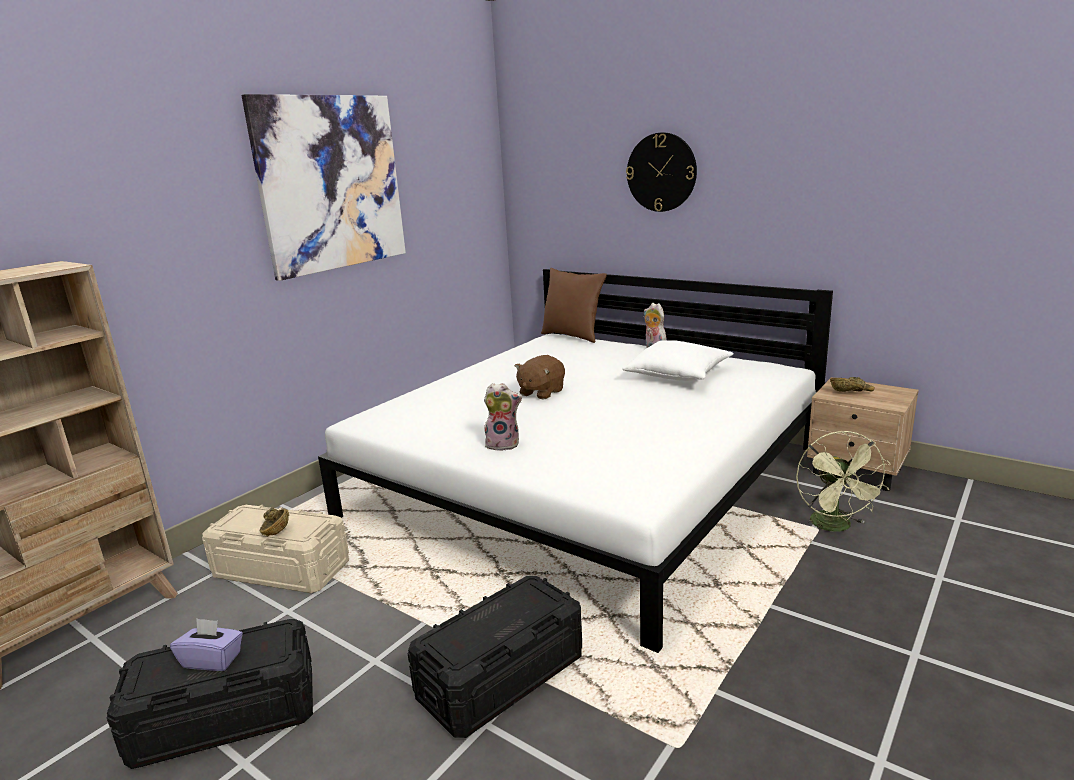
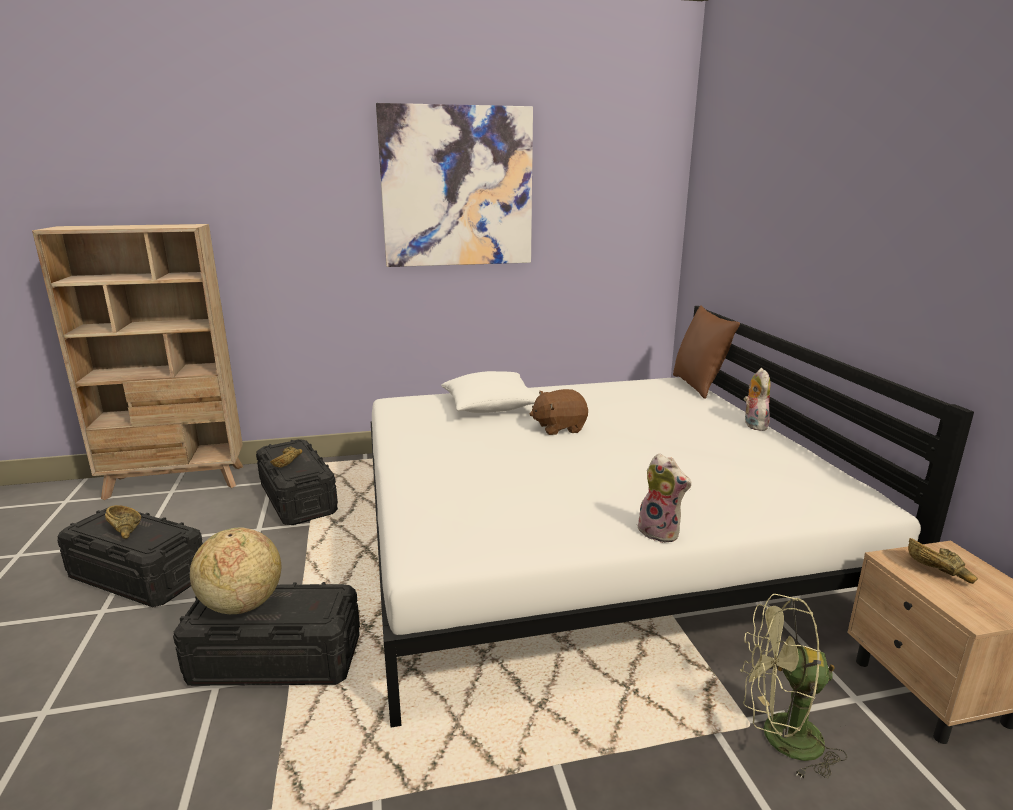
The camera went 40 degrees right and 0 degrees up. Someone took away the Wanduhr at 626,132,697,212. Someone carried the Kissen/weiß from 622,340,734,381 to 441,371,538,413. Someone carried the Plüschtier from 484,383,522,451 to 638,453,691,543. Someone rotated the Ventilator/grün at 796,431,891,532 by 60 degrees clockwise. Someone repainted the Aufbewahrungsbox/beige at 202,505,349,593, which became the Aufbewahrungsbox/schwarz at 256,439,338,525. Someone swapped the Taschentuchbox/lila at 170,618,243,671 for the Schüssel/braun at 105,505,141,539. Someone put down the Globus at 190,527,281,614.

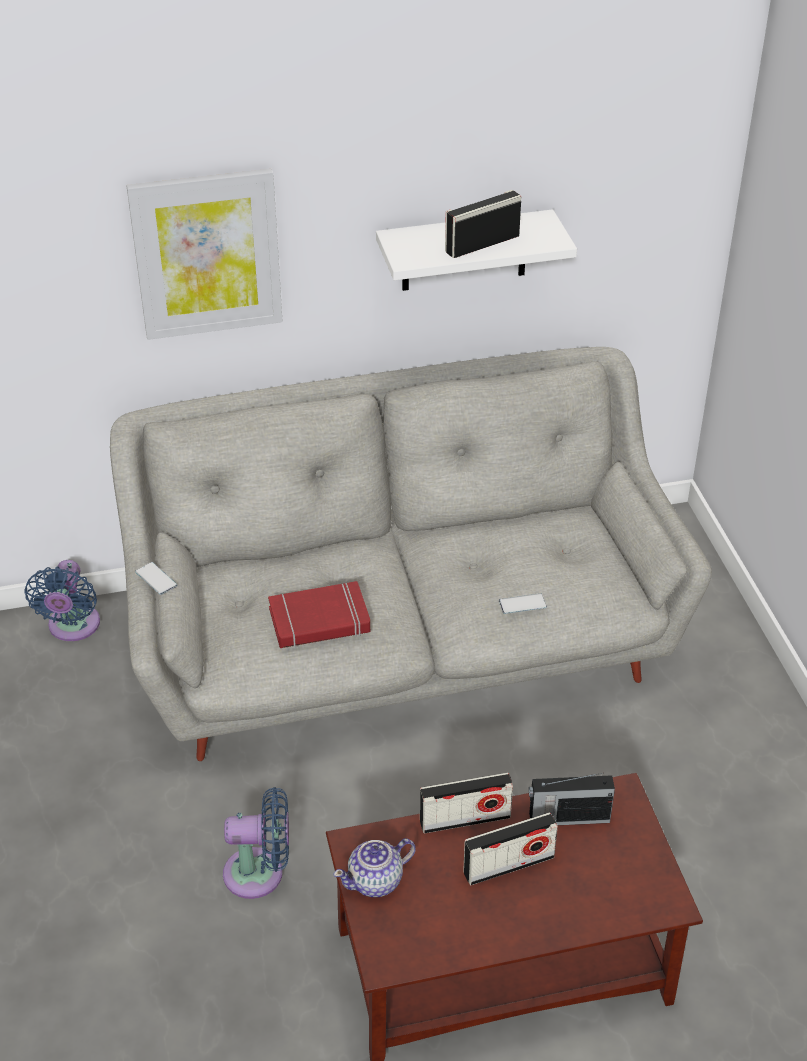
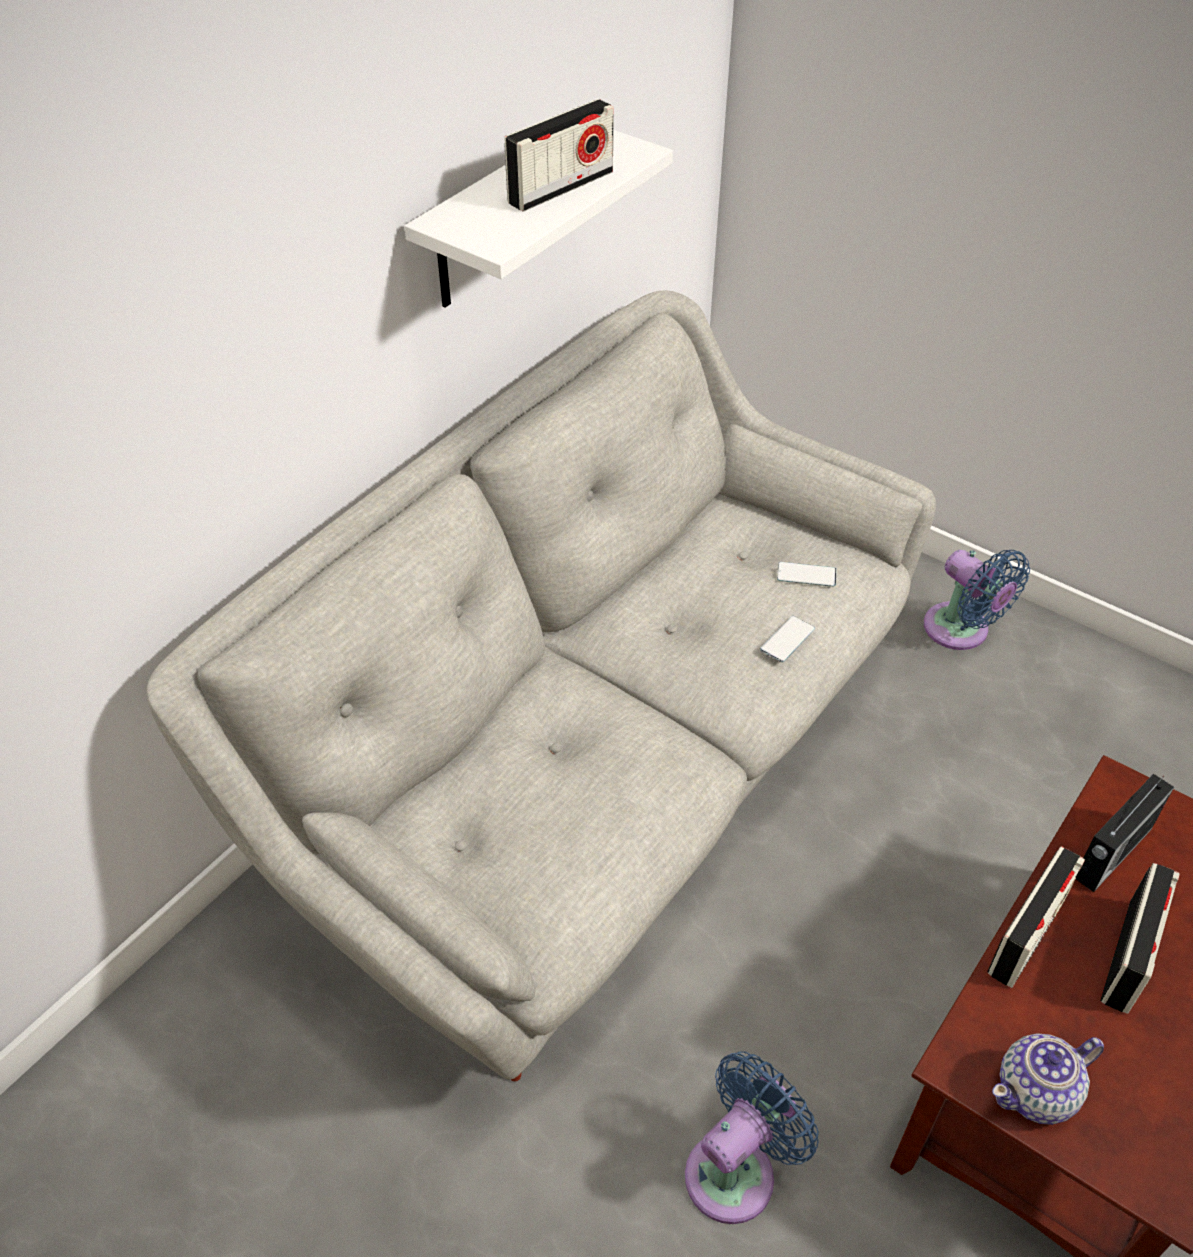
The camera went 40 degrees left and 5 degrees up. Someone took away the Bild at 127,169,283,340. Someone rotated the Radio at 445,190,521,258 by 150 degrees counterclockwise. Someone carried the Ventilator/blau from 24,560,100,641 to 924,550,1030,650. Someone carried the Handy from 135,562,177,595 to 777,562,837,587. Someone took away the Buch/rot at 268,581,370,648. Someone rotated the Teekanne at 333,838,416,897 by 45 degrees clockwise.

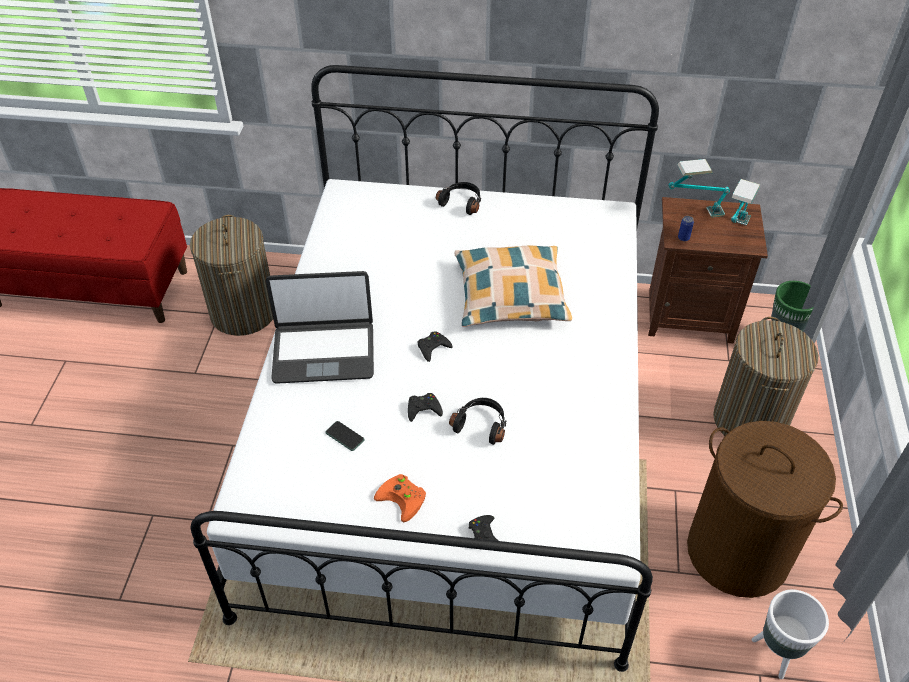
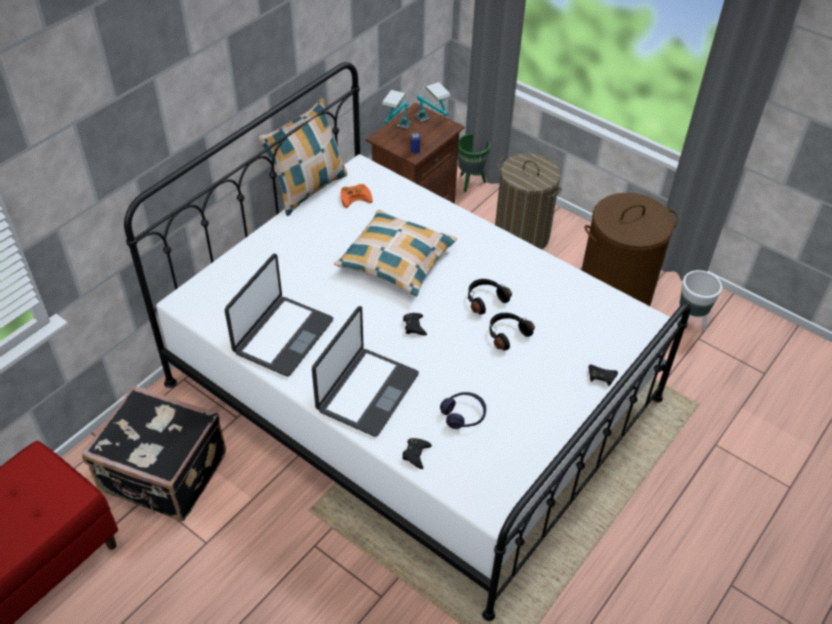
The camera went 60 degrees left and 0 degrees up. Someone carried the Kopfhörer/schwarz from 436,182,482,215 to 468,279,512,315. Someone swapped the Wäschekorb at 190,215,273,336 for the Koffer/schwarz at 82,385,226,521. Someone carried the Gamepad/schwarz from 408,393,443,422 to 402,438,432,469. Someone swapped the Handy at 325,421,364,451 for the Kopfhörer/lila at 440,392,486,429. Someone carried the Gamepad/orange from 374,474,426,522 to 341,184,373,208. Someone put down the Kissen at 258,98,347,216. Someone put down the Laptop at 225,254,333,376.

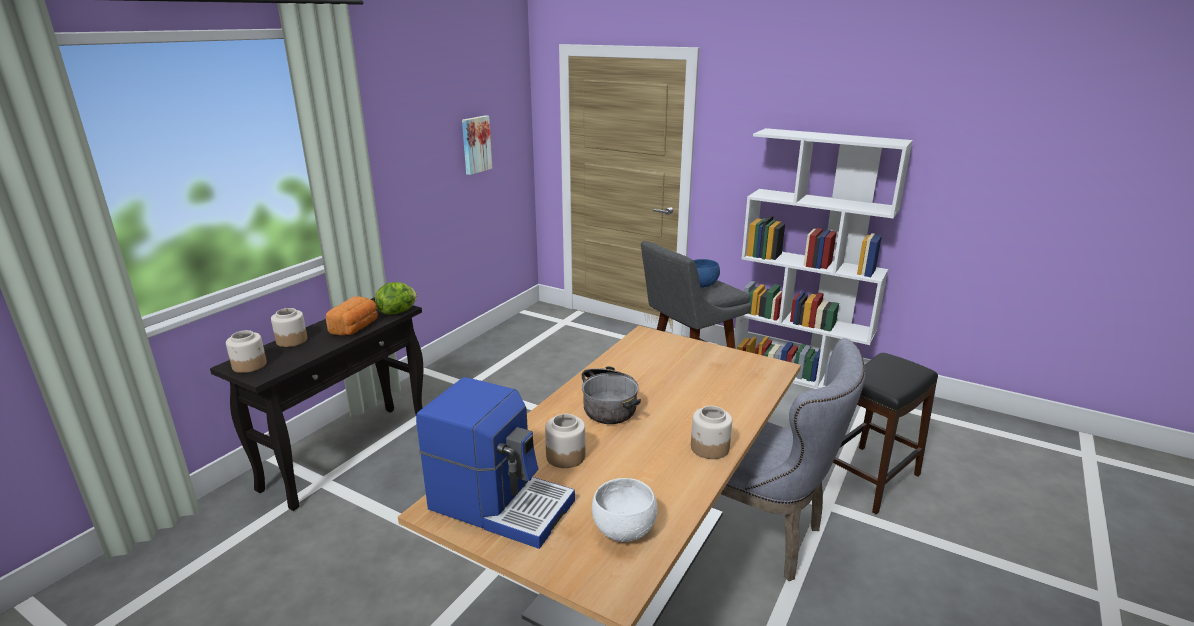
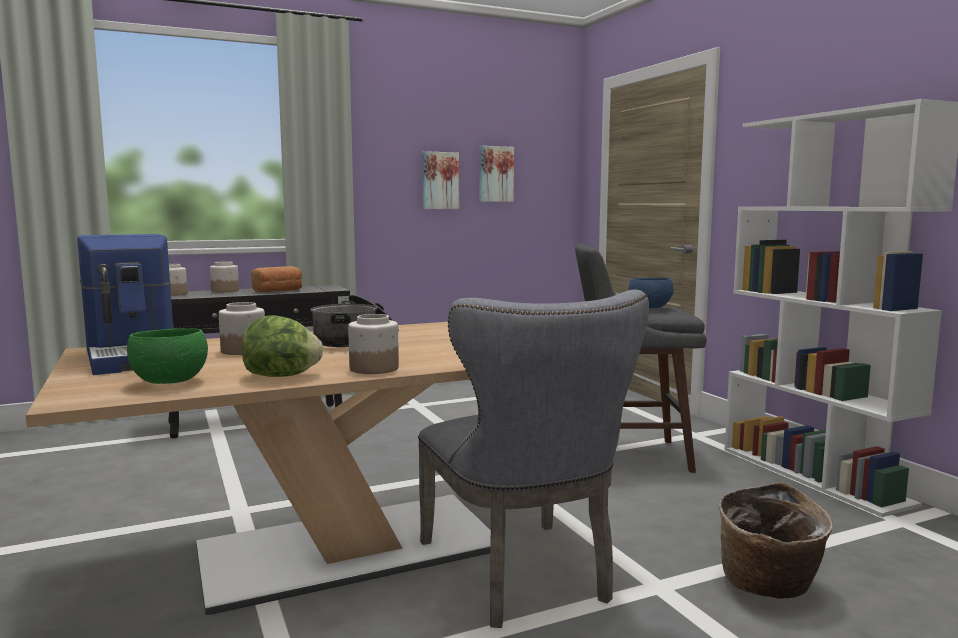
The camera went 35 degrees right and 15 degrees down. Someone carried the Salatkopf from 375,282,417,314 to 242,315,323,377. Someone swapped the Hocker/schwarz at 833,353,938,515 for the Korb at 719,482,833,599. Someone repainted the Schüssel/weiß at 592,478,657,542, which became the Schüssel/grün at 127,328,208,384. Someone put up the Bild at 422,151,459,209.

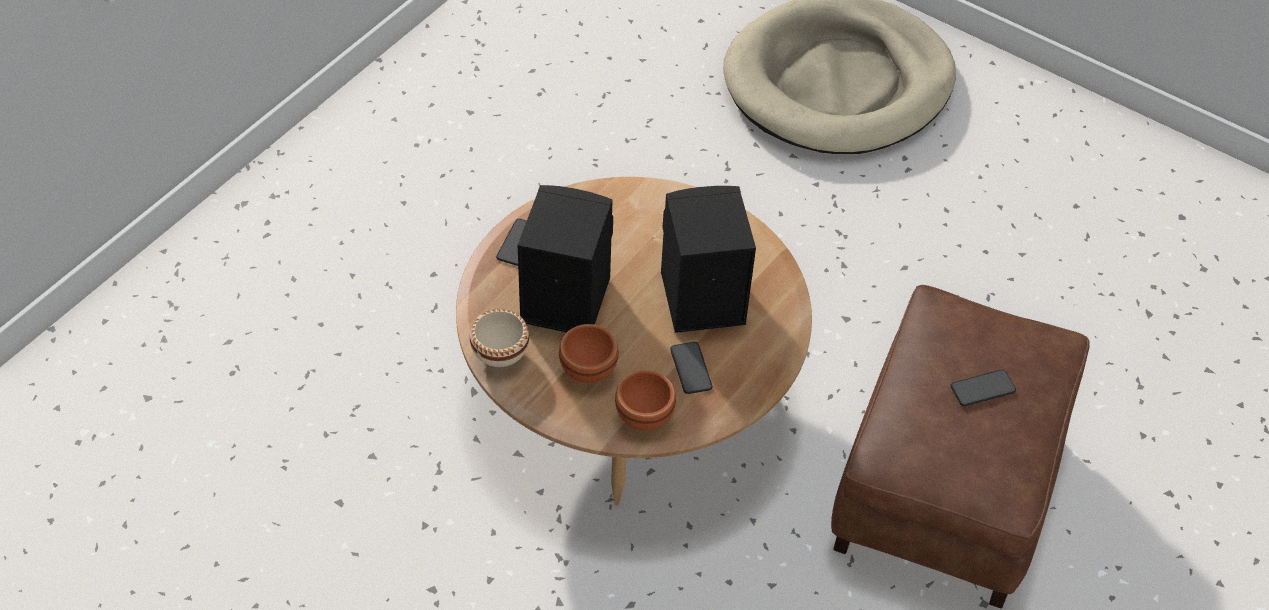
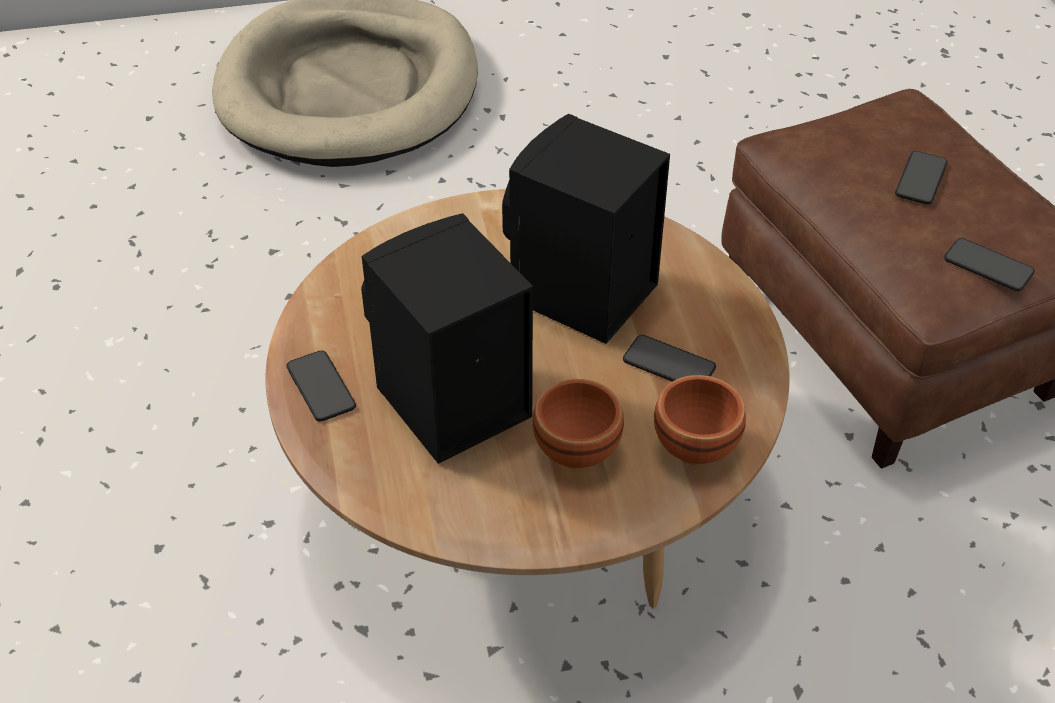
The camera went 45 degrees left and 5 degrees down. Someone took away the Schüssel/beige at 470,309,529,367. Someone put down the Handy at 944,238,1034,291.

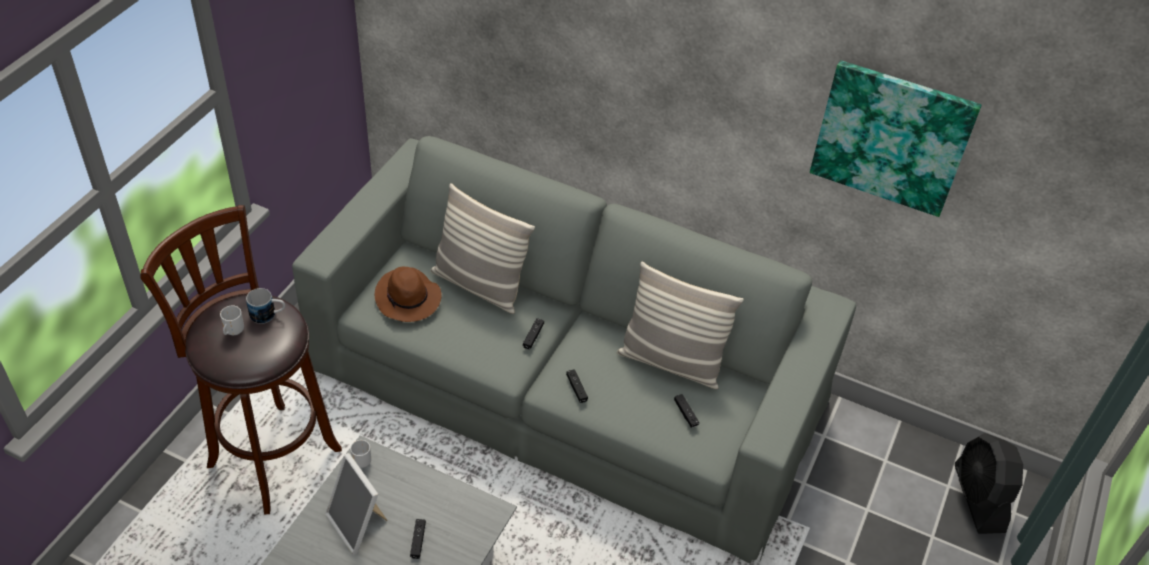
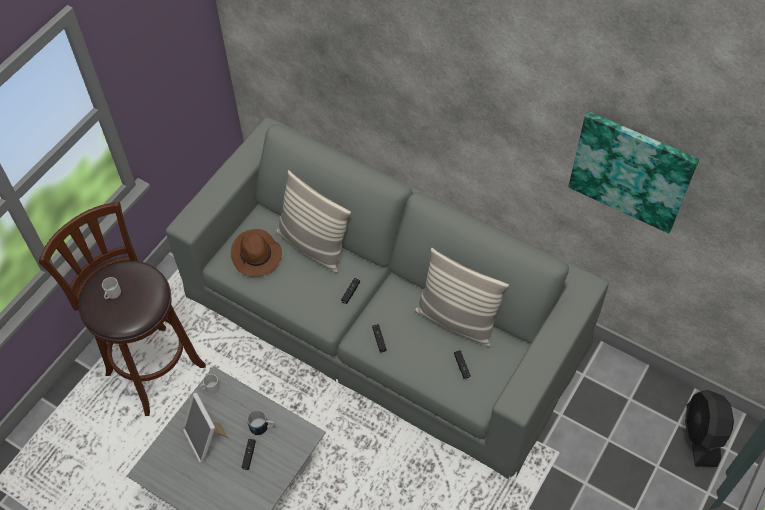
The camera went 10 degrees right and 10 degrees up. Someone carried the Henkelbecher from 246,288,285,324 to 247,410,276,435.

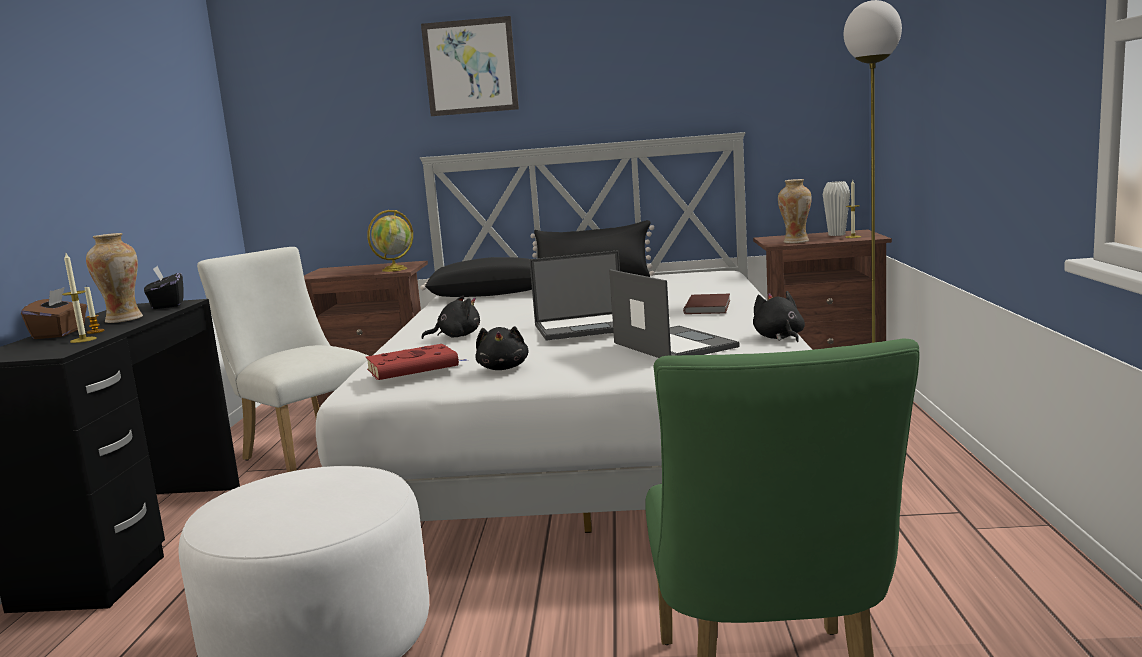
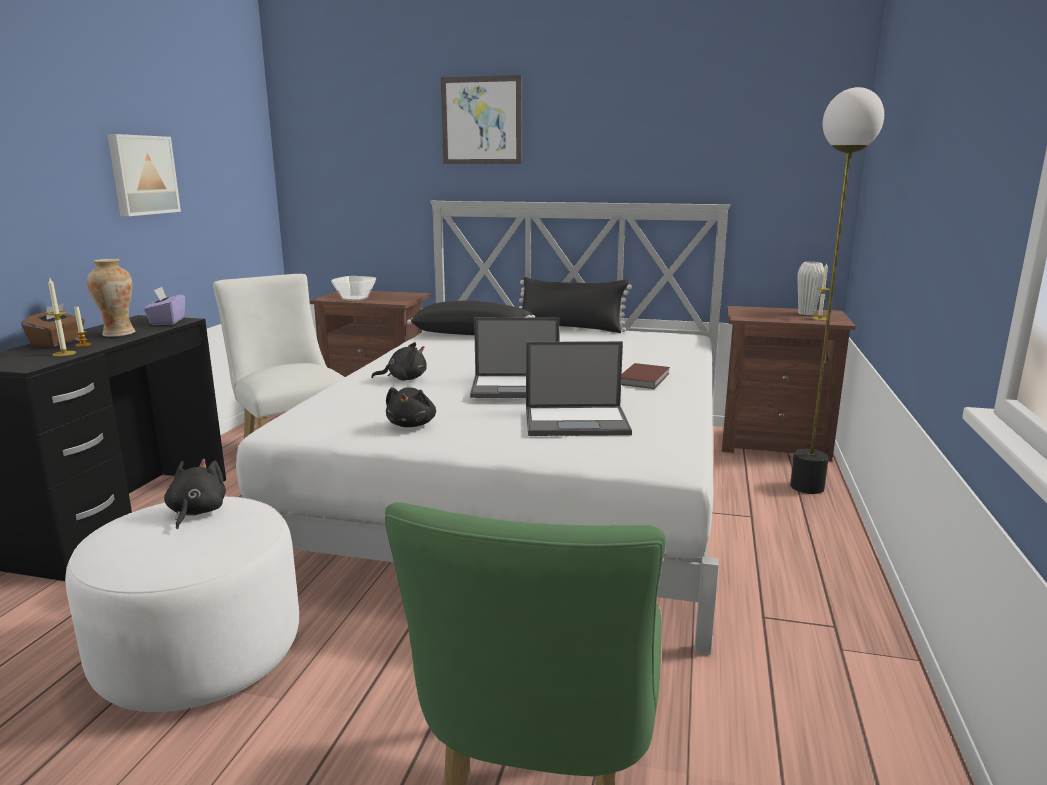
The camera went 10 degrees right and 5 degrees up. Someone took away the Vase at 778,179,812,243. Someone took away the Globus at 367,210,413,272. Someone repainted the Taschentuchbox/schwarz at 144,266,183,309, which became the Taschentuchbox/lila at 144,287,185,325. Someone rotated the Laptop at 609,270,740,358 by 105 degrees clockwise. Someone carried the Plüschtier/schwarz from 753,291,805,342 to 164,459,226,529. Someone took away the Buch/rot at 366,344,467,380. Someone put up the Bild at 108,134,181,216. Someone put down the Schüssel at 331,276,376,301.

